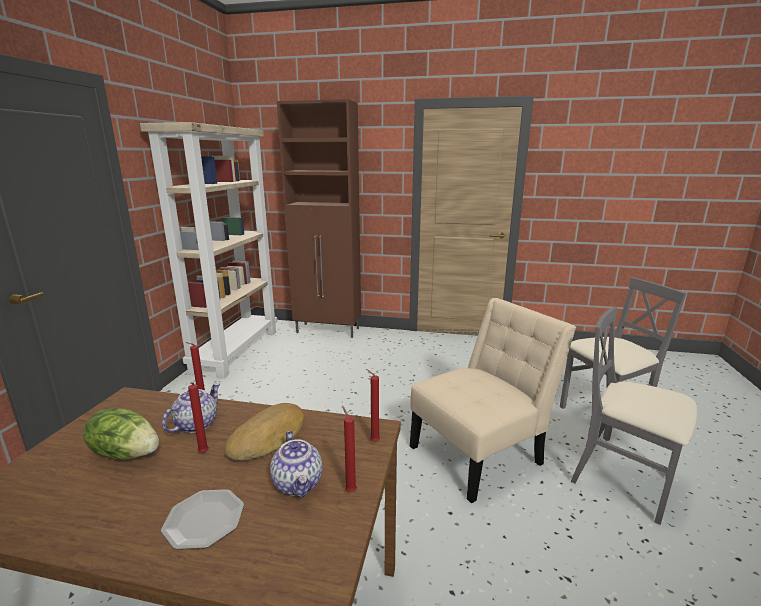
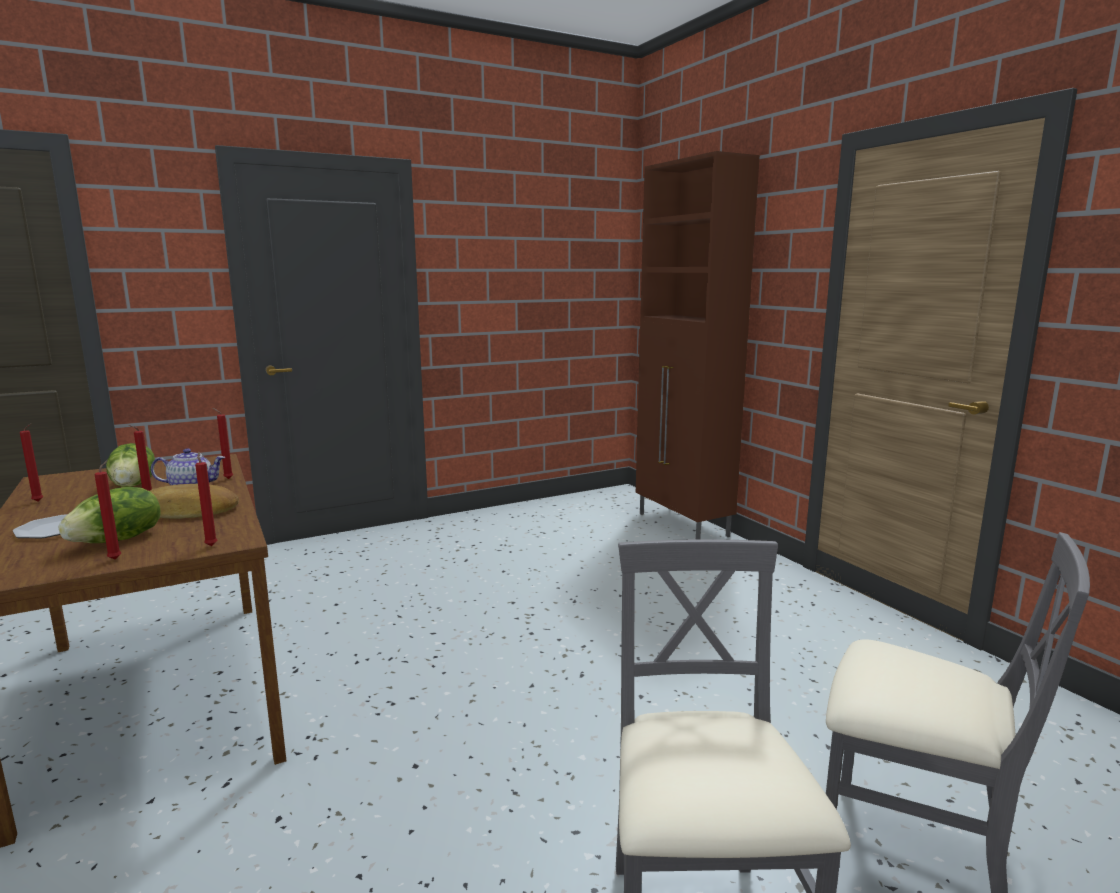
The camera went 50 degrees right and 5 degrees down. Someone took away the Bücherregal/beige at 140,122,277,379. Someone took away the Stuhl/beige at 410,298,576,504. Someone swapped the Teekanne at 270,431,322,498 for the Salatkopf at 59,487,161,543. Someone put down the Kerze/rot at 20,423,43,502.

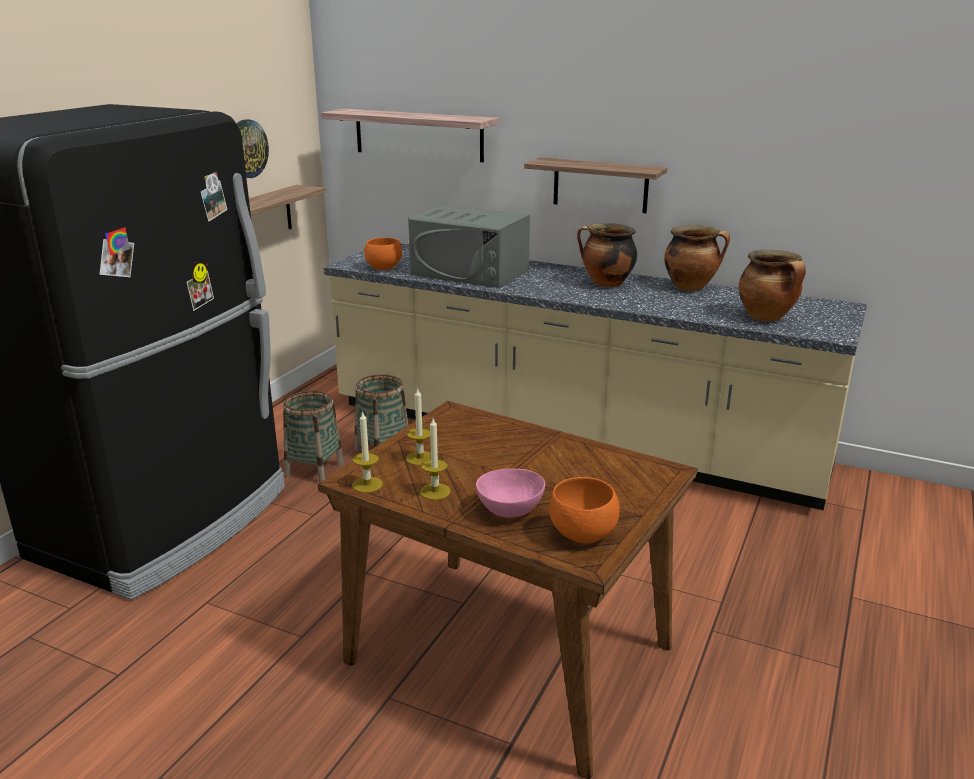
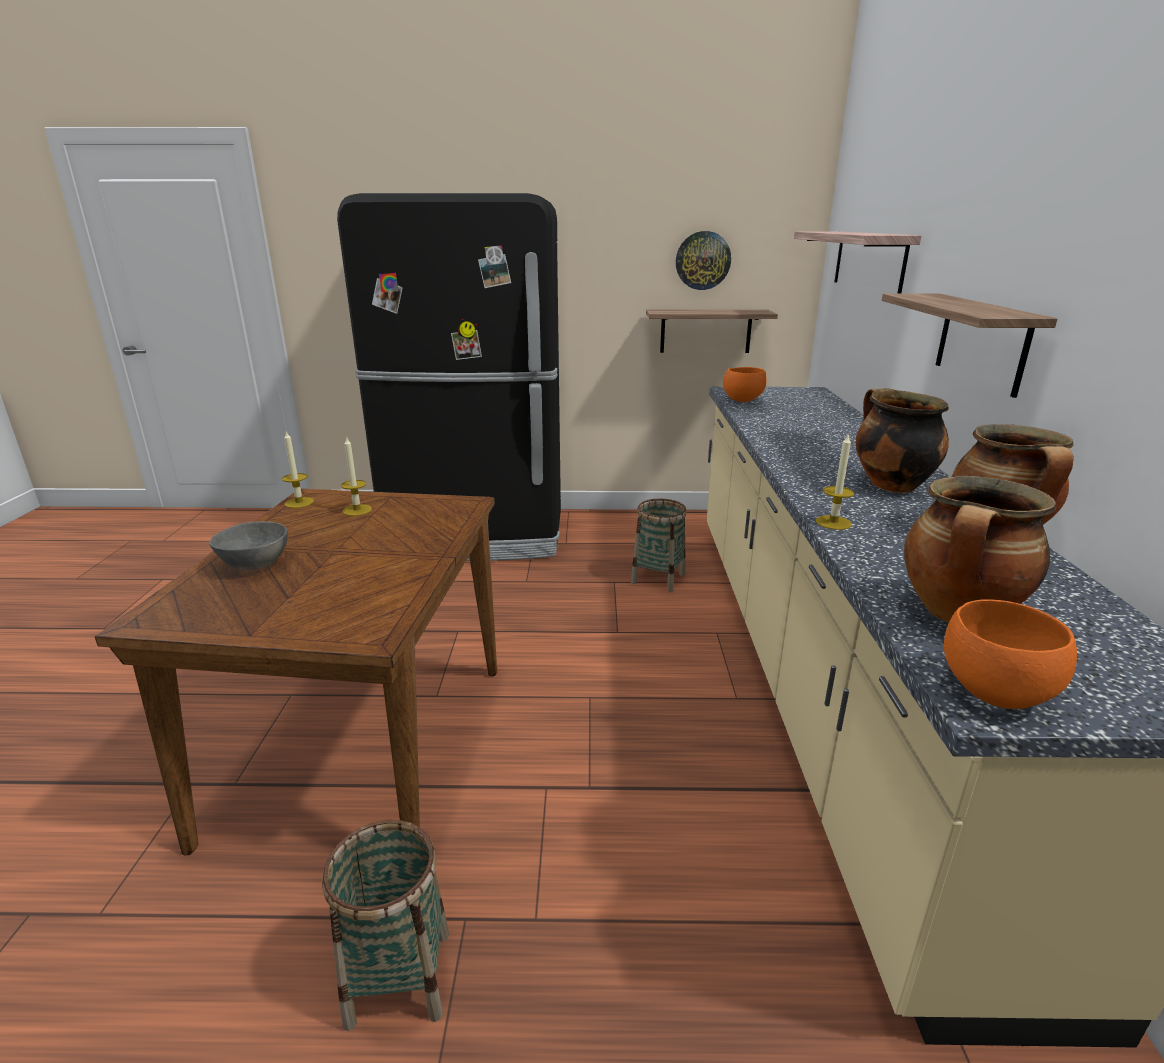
The camera went 65 degrees right and 0 degrees up. Someone took away the Mikrowelle/grau at 408,205,530,288. Someone carried the Korb from 283,391,344,483 to 322,820,449,1031. Someone carried the Kerze from 420,418,451,500 to 816,433,855,530. Someone repainted the Schüssel/rosa at 476,468,545,517, which became the Schüssel/grau at 209,521,288,570. Someone carried the Schüssel/orange from 549,477,620,544 to 944,599,1077,709.

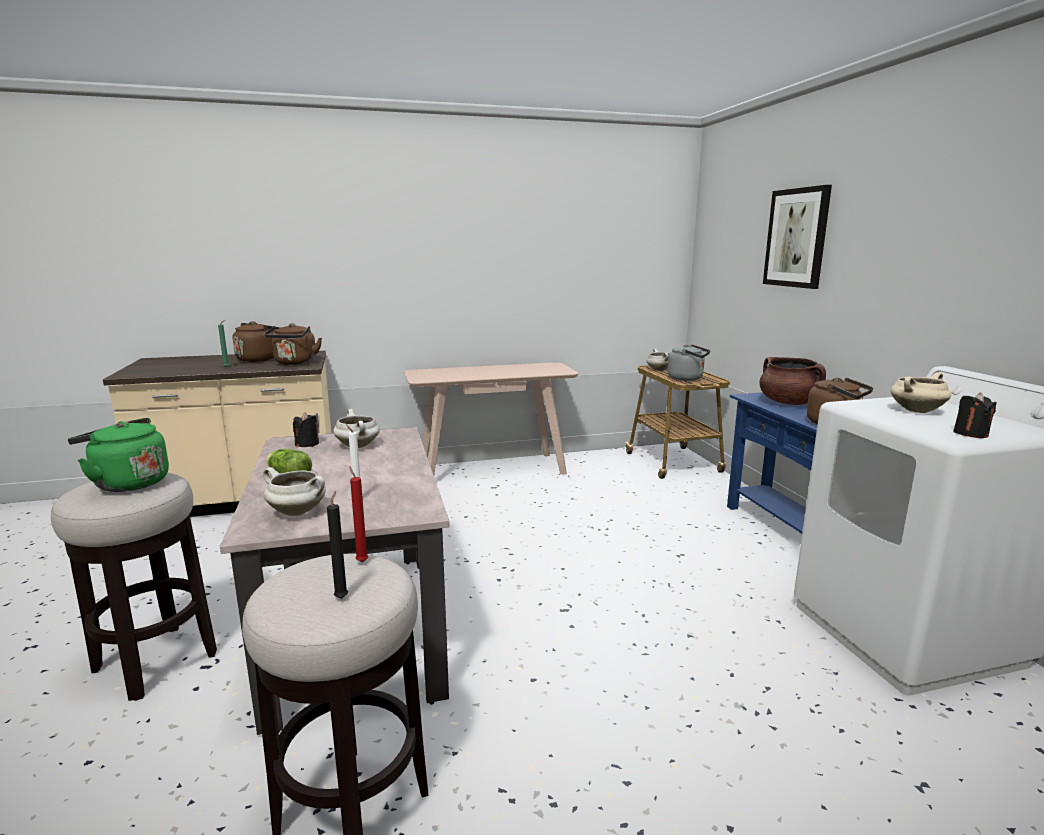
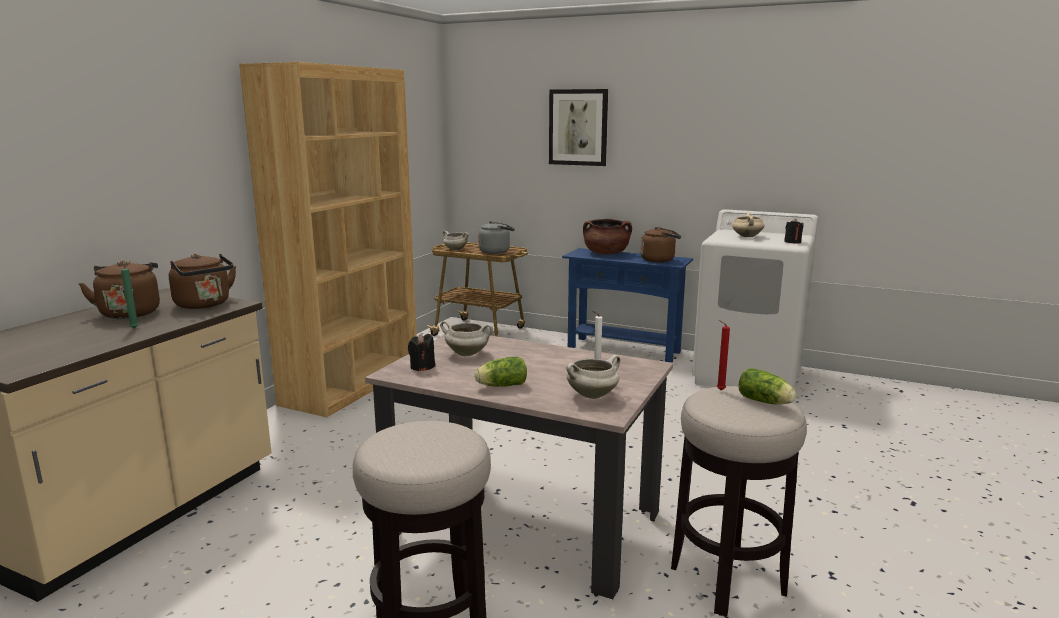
The camera went 50 degrees left and 0 degrees up. Someone swapped the Konsolentisch/beige at 404,362,579,475 for the Bücherregal/braun at 239,62,417,417. Someone took away the Wasserkessel/grün at 68,418,169,492. Someone swapped the Kerze/schwarz at 327,491,348,599 for the Salatkopf at 738,368,796,404.

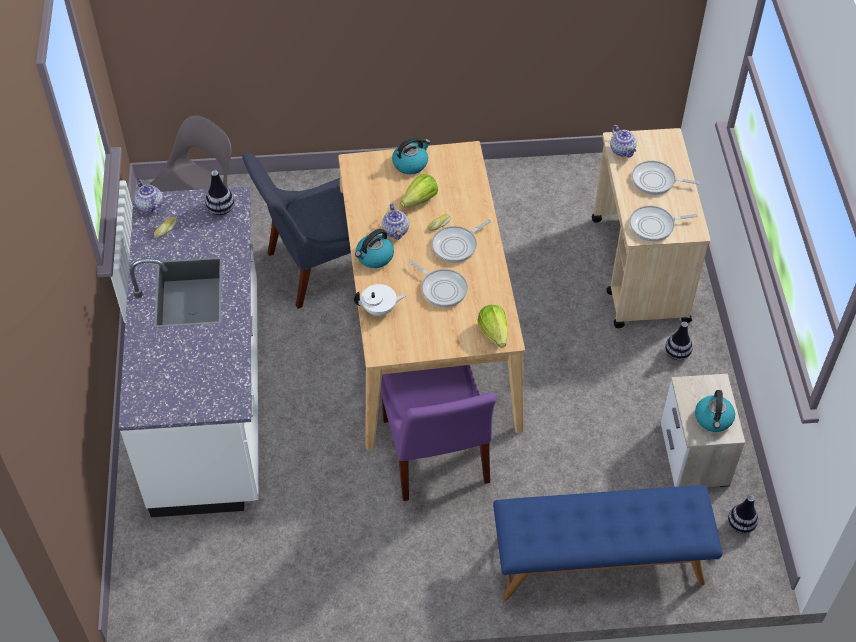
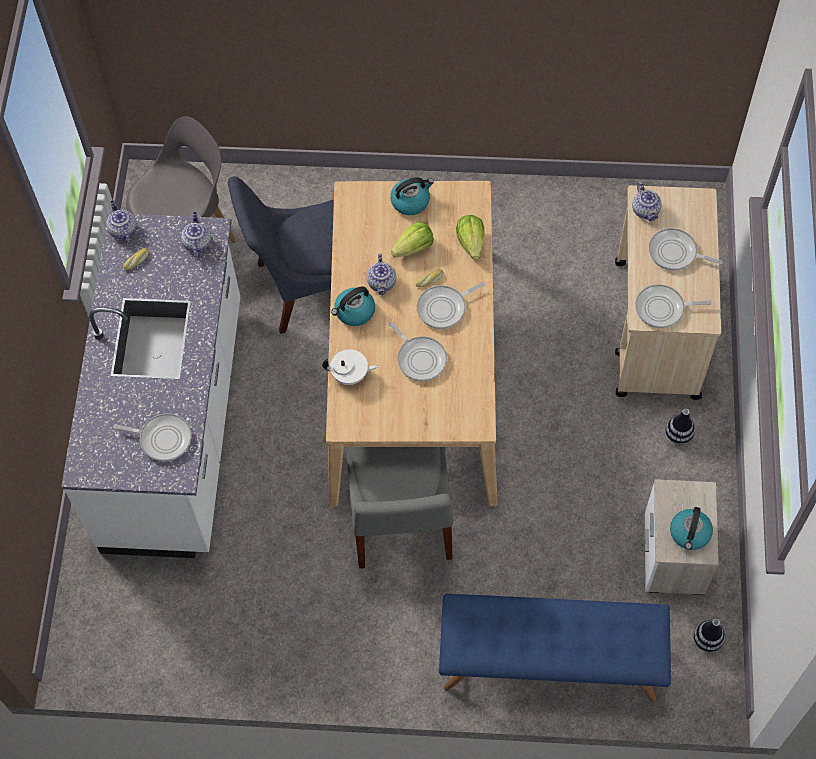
The camera went 10 degrees right and 10 degrees up. Someone swapped the Vase at 205,170,235,215 for the Teekanne at 181,212,211,258. Someone carried the Salatkopf from 478,305,508,348 to 456,215,484,260. Someone repainted the Stuhl/lila at 380,365,496,501, which became the Stuhl/grau at 346,447,453,569. Someone put down the Pfanne at 113,413,191,461.

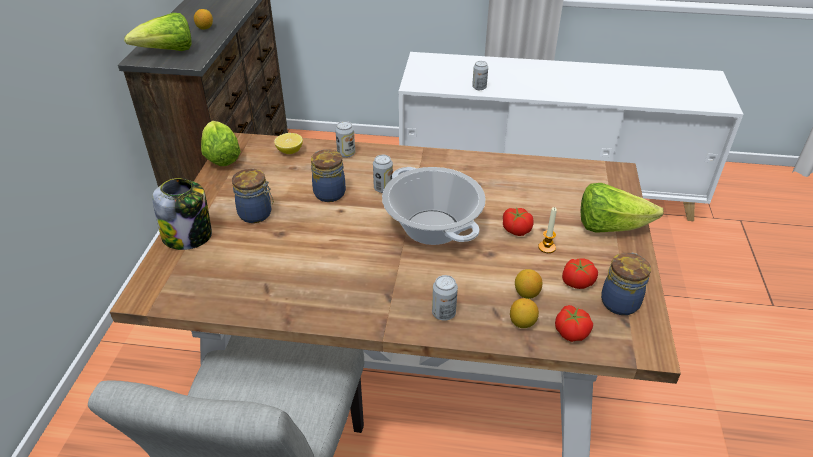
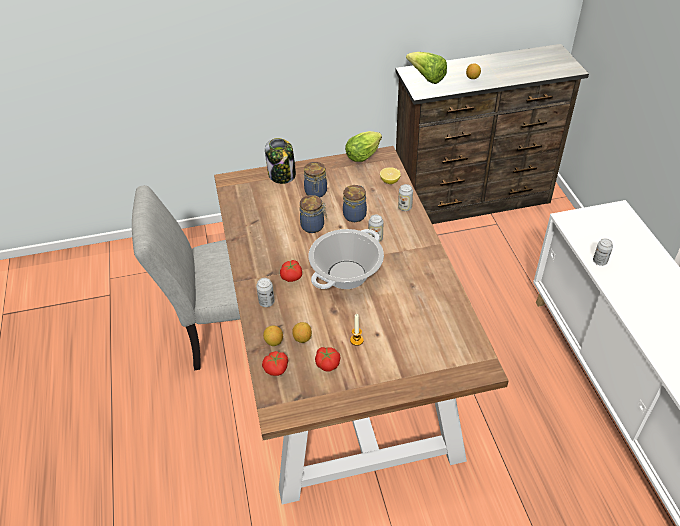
The camera went 70 degrees right and 5 degrees up. Someone took away the Salatkopf at 581,183,664,233. Someone carried the Tomate from 503,207,534,236 to 280,260,302,282. Someone carried the Vorratsglas from 601,253,651,315 to 300,195,327,233.

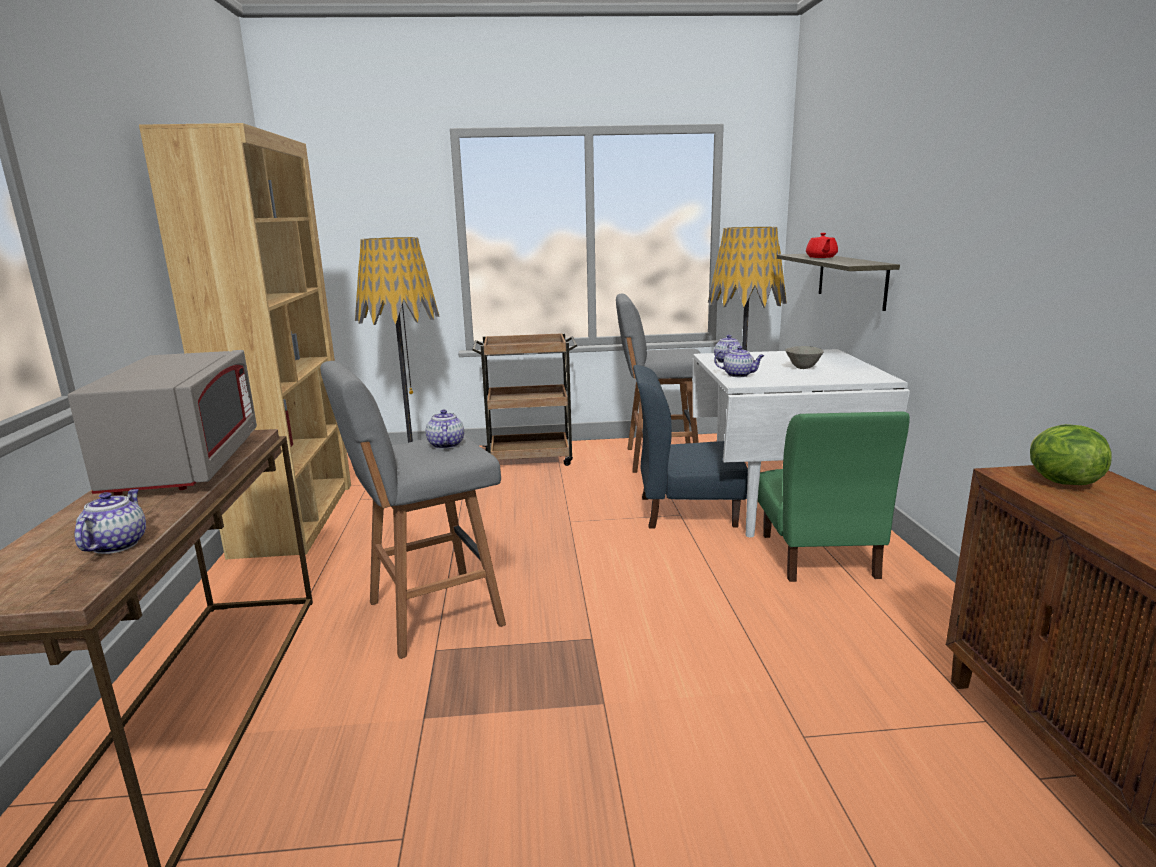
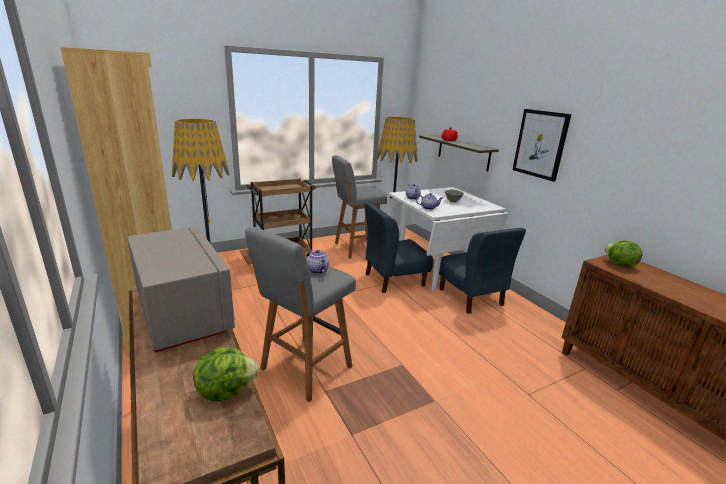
The camera went 25 degrees left and 5 degrees up. Someone repainted the Stuhl/grün at 758,411,910,582, which became the Stuhl/blau at 439,228,526,314. Someone swapped the Teekanne at 74,489,146,554 for the Salatkopf at 193,347,259,401. Someone put up the Bild at 513,109,572,182.

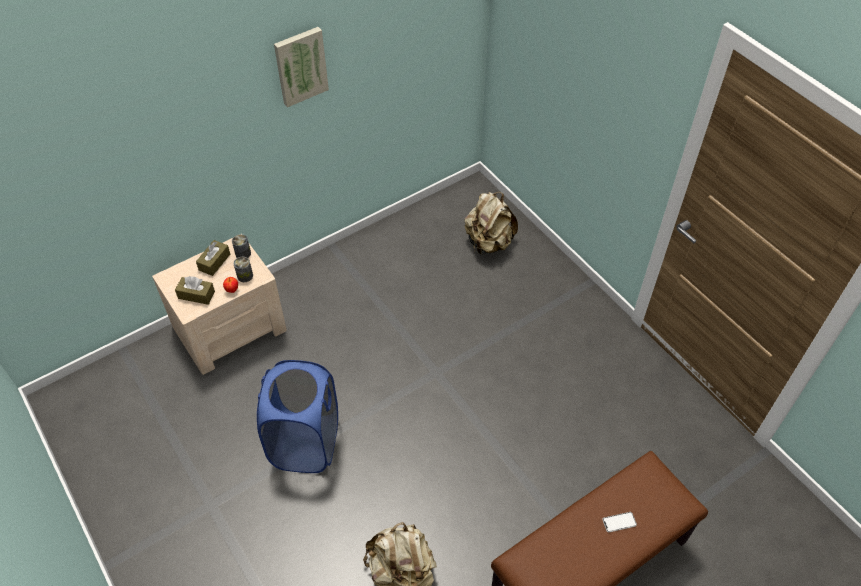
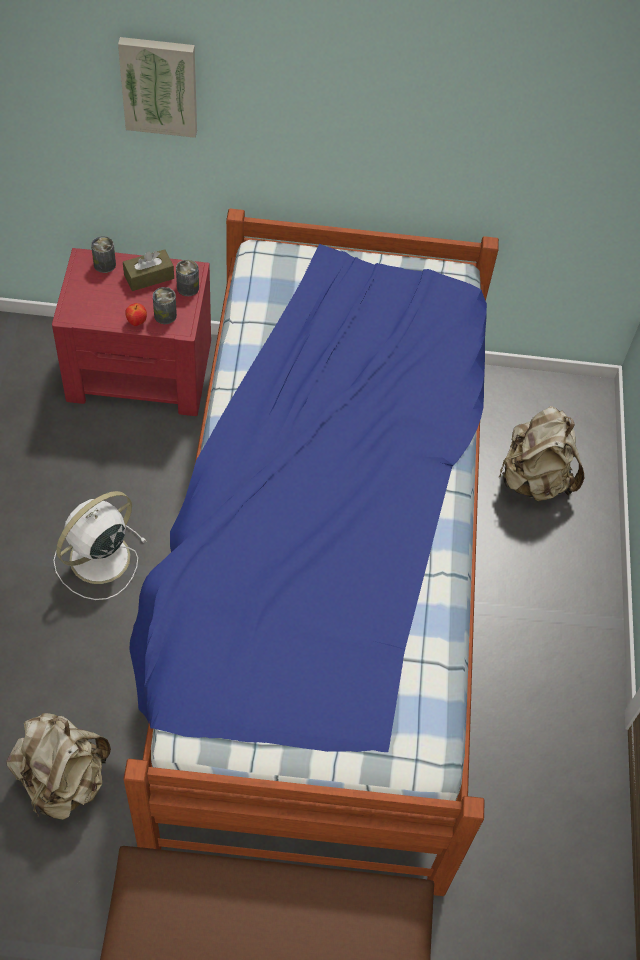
The camera went 35 degrees right and 5 degrees up. Someone carried the Bild from 274,27,329,107 to 118,37,197,138. Someone repainted the Nachttisch/beige at 152,238,287,375, which became the Nachttisch/rot at 52,248,211,416. Someone took away the Taschentuchbox/braun at 175,276,215,305. Someone swapped the Wäschekorb/blau at 257,360,338,473 for the Ventilator/weiß at 53,491,147,600. Someone took away the Handy at 602,512,637,532. Someone put down the Bett at 123,208,499,896. Someone put down the Dose at 91,236,116,273.

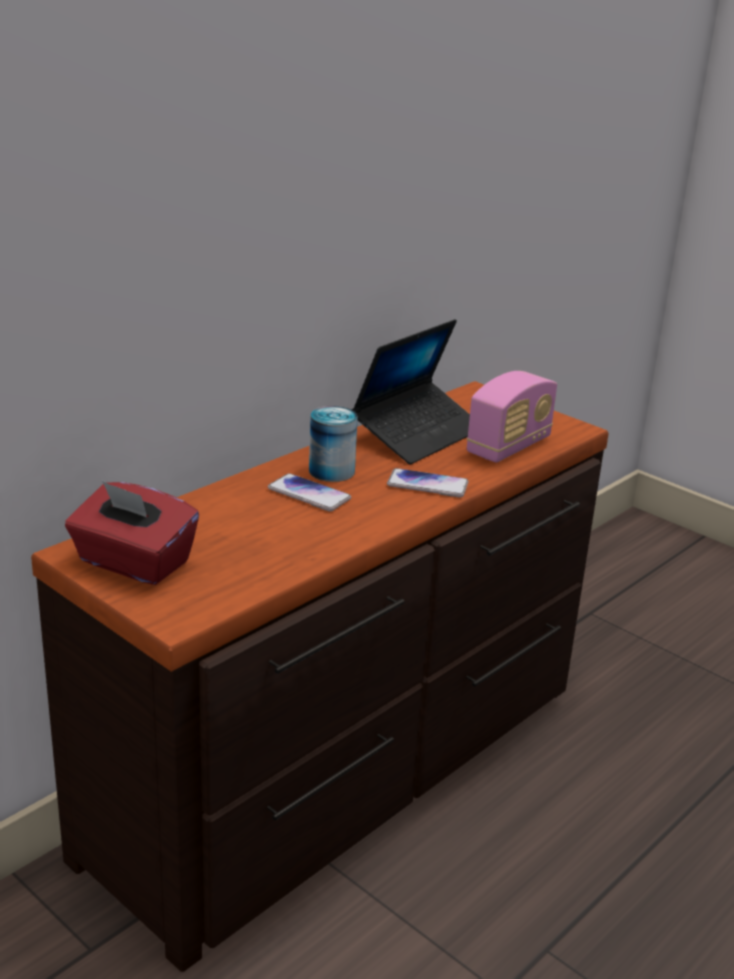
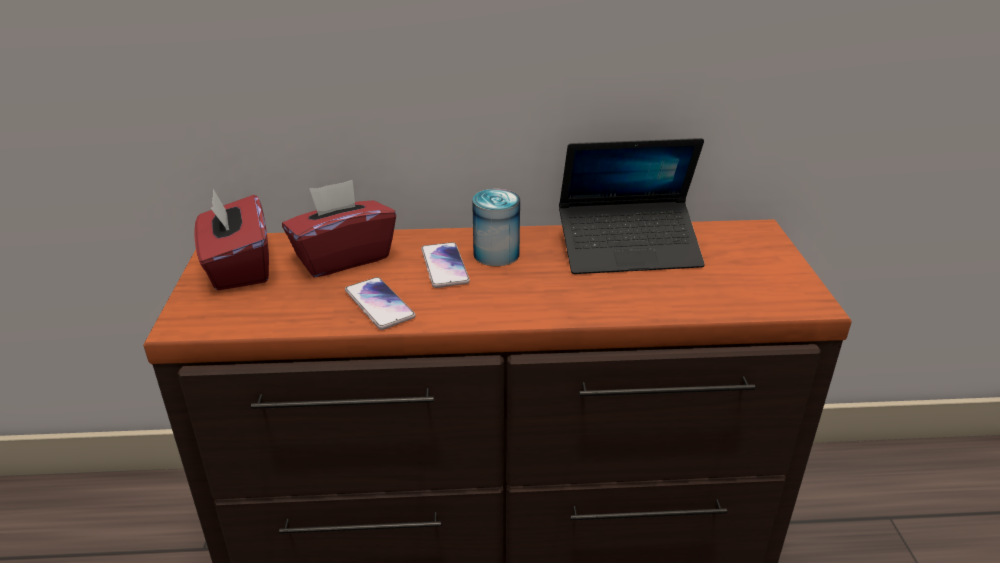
The camera went 45 degrees right and 5 degrees up. Someone took away the Radio at 467,371,557,463. Someone carried the Handy from 387,468,469,497 to 345,277,415,330. Someone put down the Taschentuchbox/rot at 282,180,396,277.

